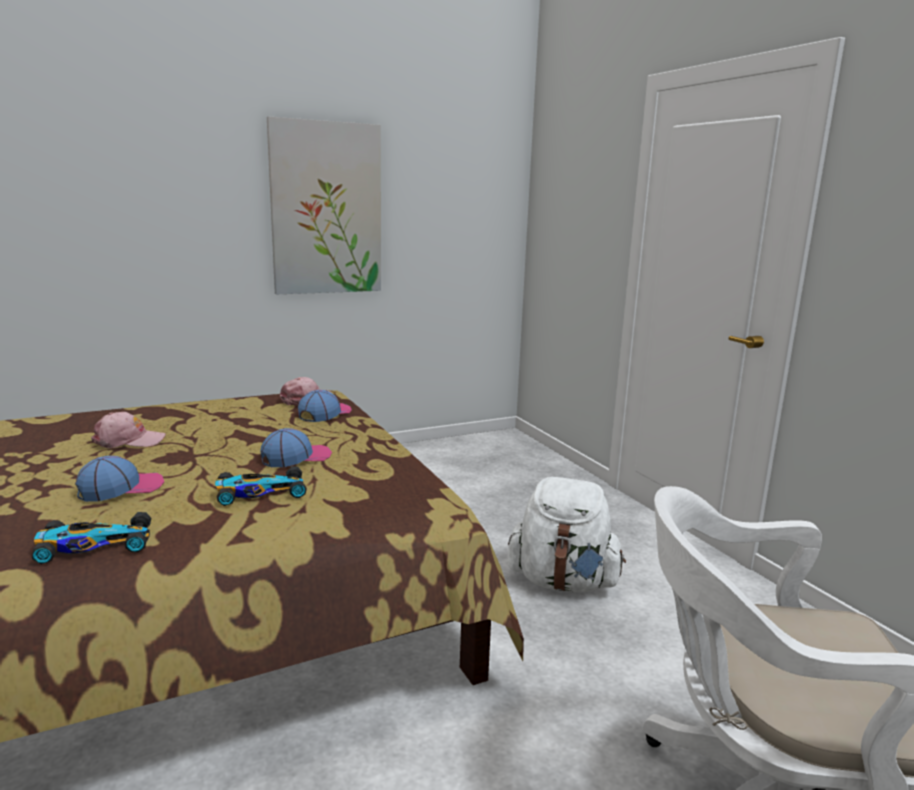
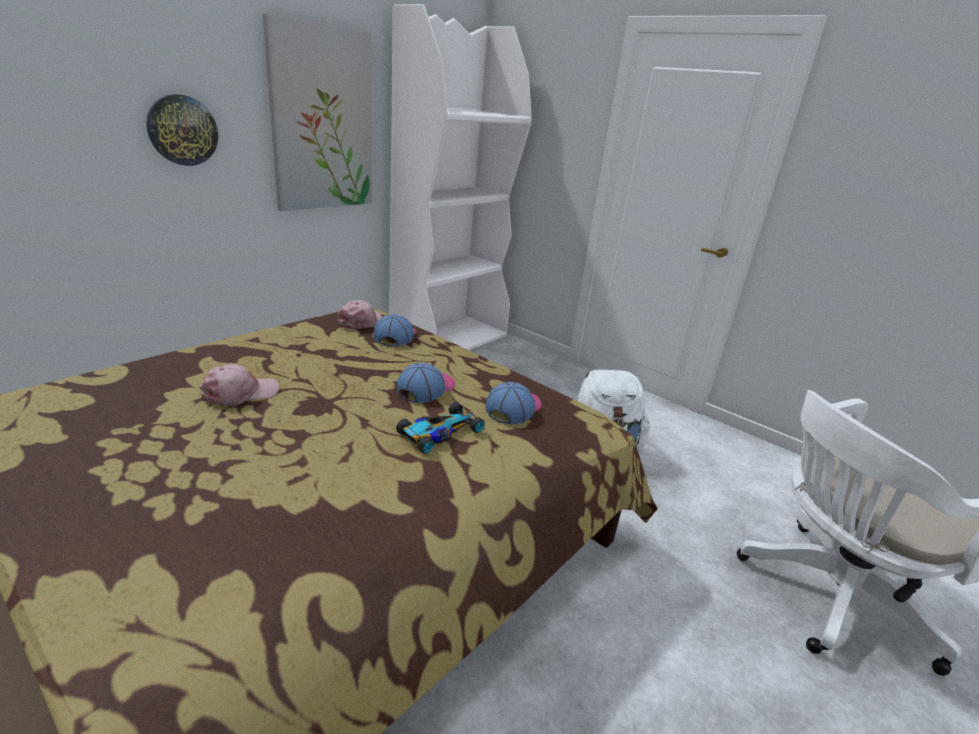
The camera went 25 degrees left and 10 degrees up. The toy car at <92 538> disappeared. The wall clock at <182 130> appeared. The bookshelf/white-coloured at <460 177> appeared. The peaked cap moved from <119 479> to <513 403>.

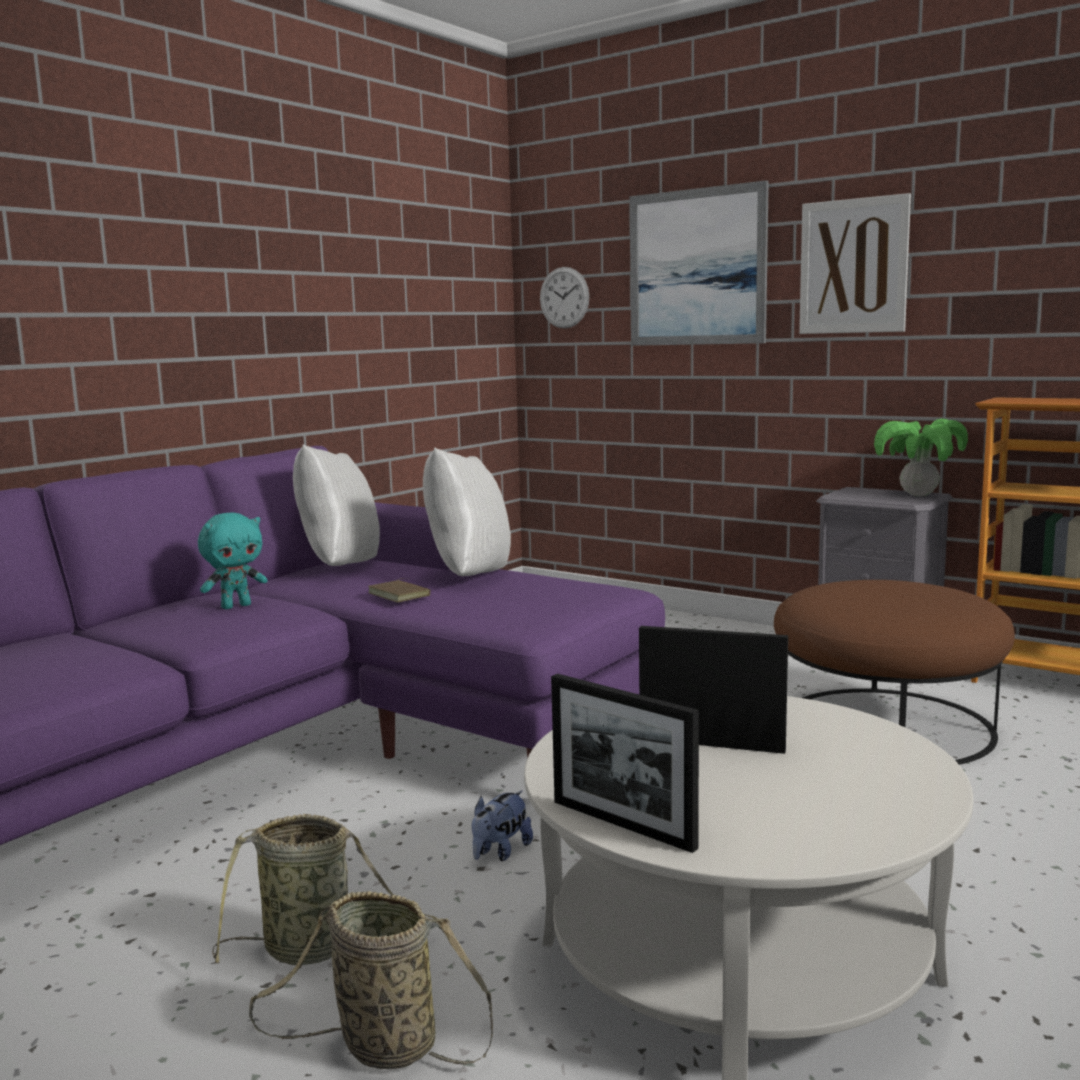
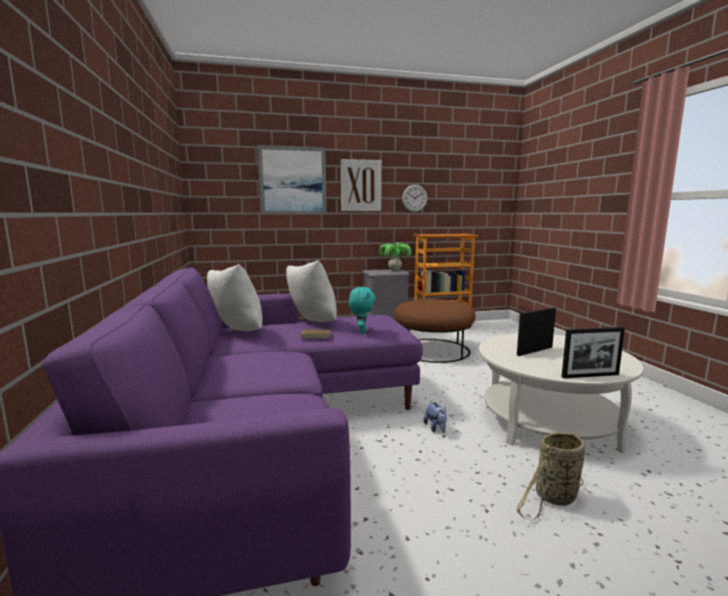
The camera went 50 degrees left and 0 degrees up. The storage basket at <324 889> disappeared. The soft toy/turquoise-coloured moved from <232 560> to <362 310>. The wall clock moved from <564 298> to <415 198>.

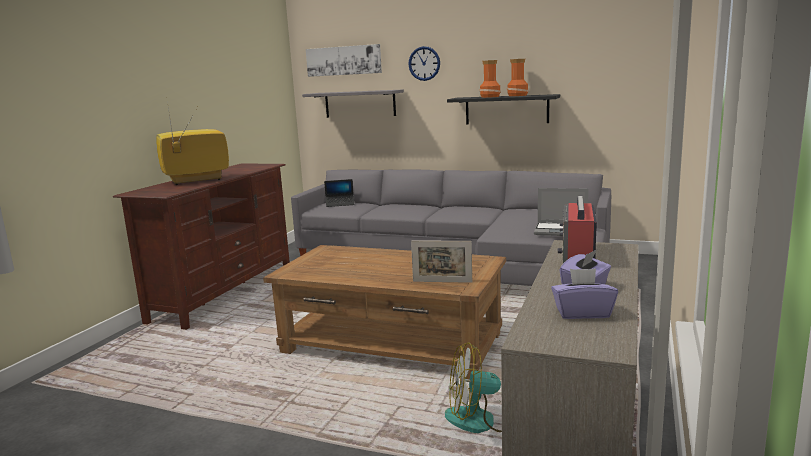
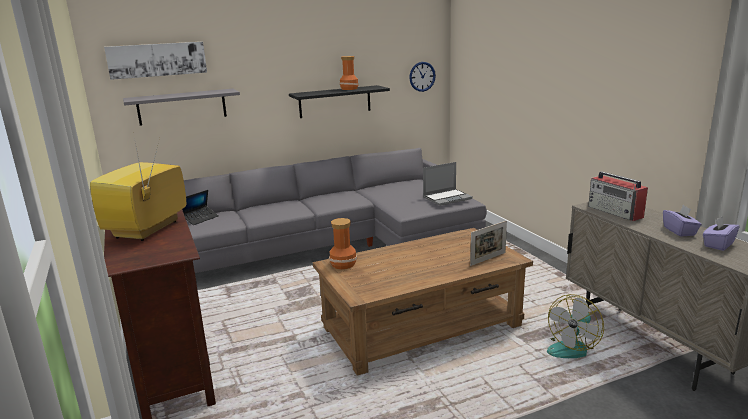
The camera went 45 degrees left and 5 degrees up. The wall clock moved from <424 63> to <422 77>. The flower vase moved from <490 79> to <343 243>.

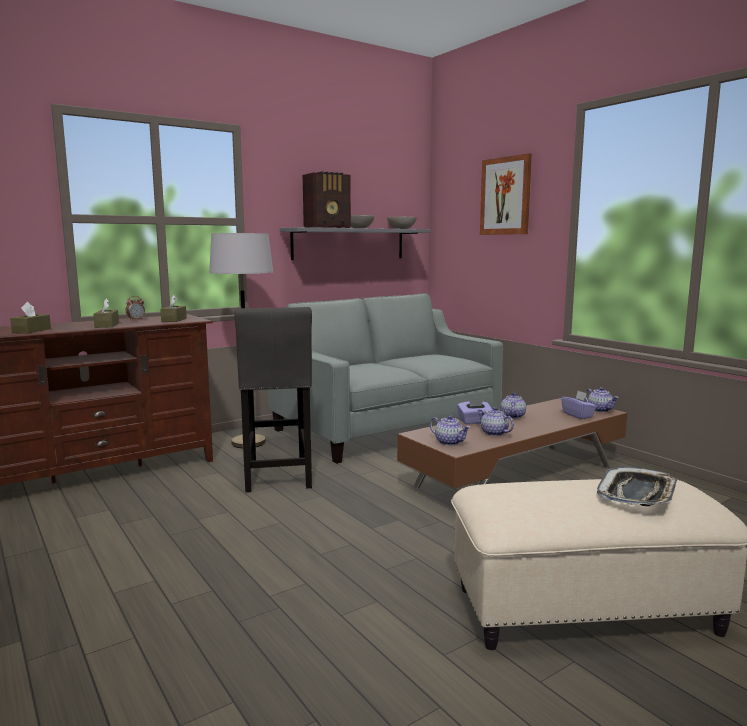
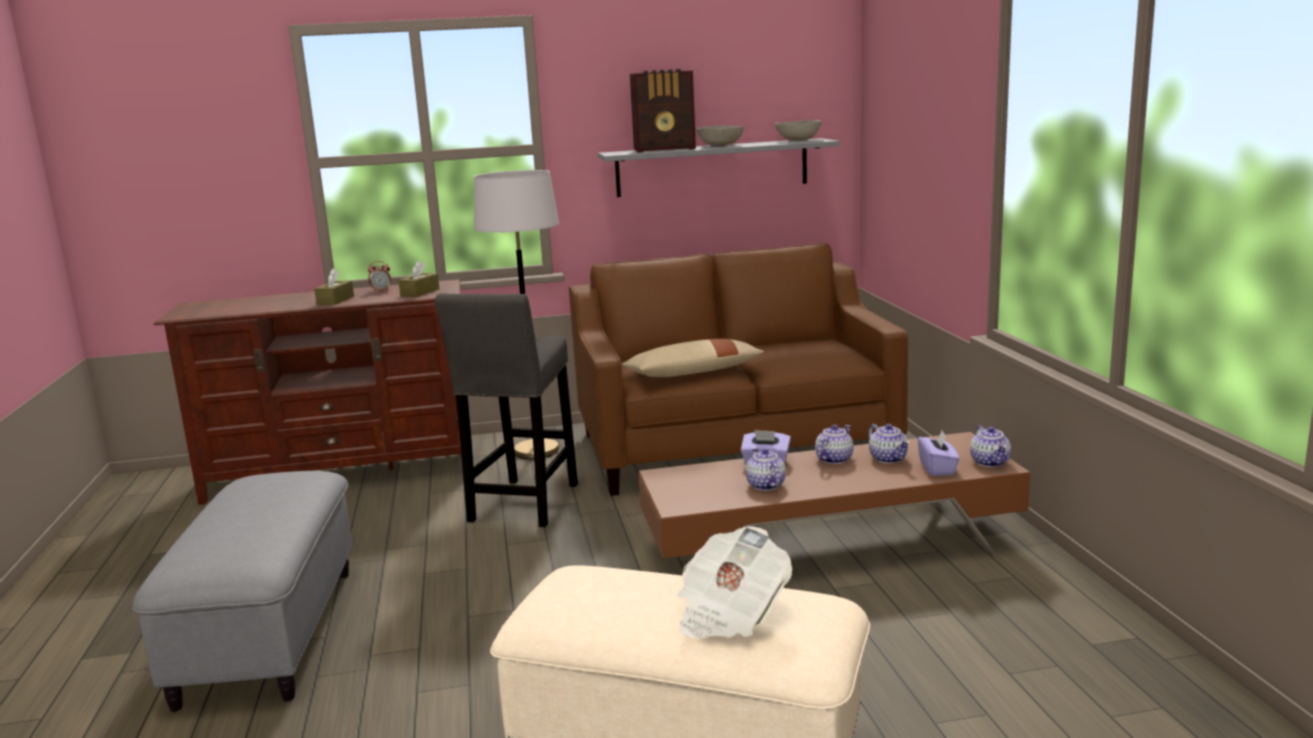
The camera went 25 degrees right and 5 degrees up. The tissue holder/brown-coloured at <30 317> disappeared. The picture at <506 194> disappeared. The ottoman/gray at <242 591> appeared. The pillow/sand-coloured at <693 358> appeared. The tea pot moved from <450 430> to <889 444>. The serving tray at <637 486> was replaced by the newspaper at <735 582>. The settee/gray at <385 378> became the settee/brown-coloured at <738 369>.

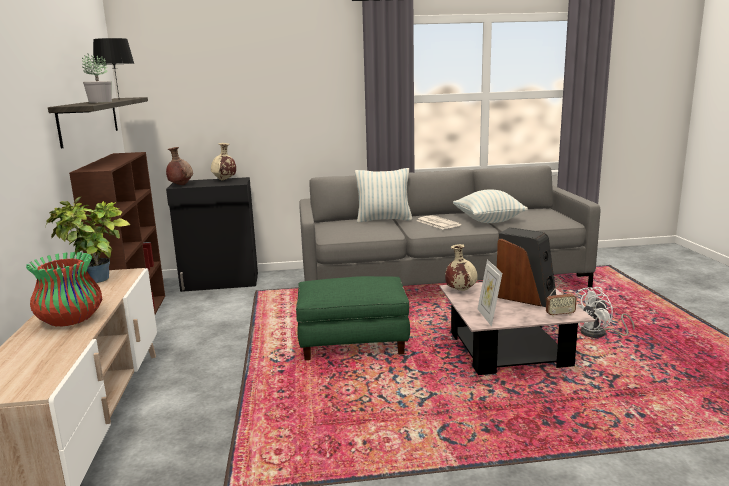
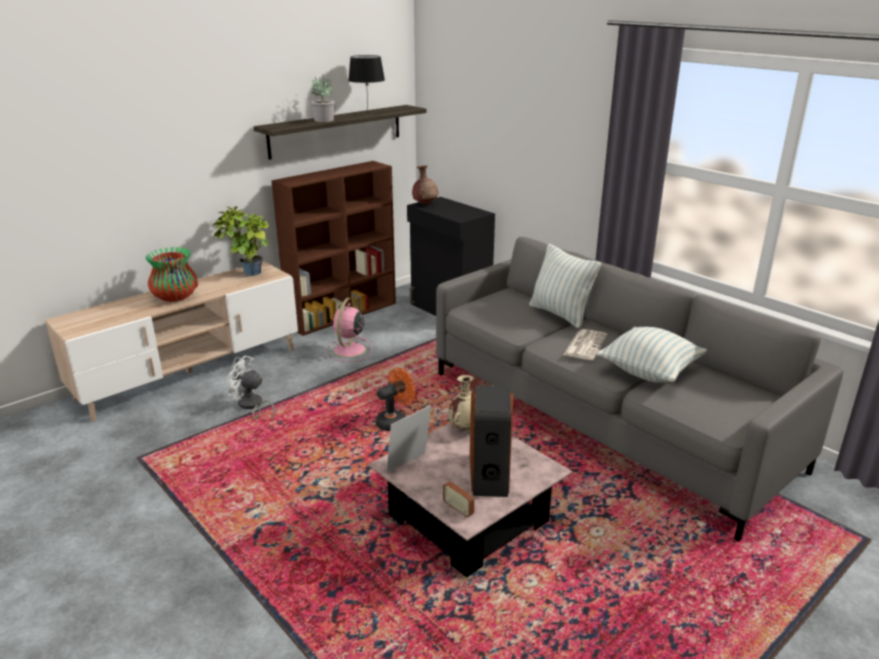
The camera went 55 degrees right and 10 degrees up. The flower vase/sand-coloured at <223 161> disappeared. The cooling fan/pinkish at <348 330> appeared. The cooling fan/white-coloured moved from <605 312> to <251 388>. The ottoman/greenish at <353 318> was replaced by the cooling fan/orange-coloured at <396 399>.

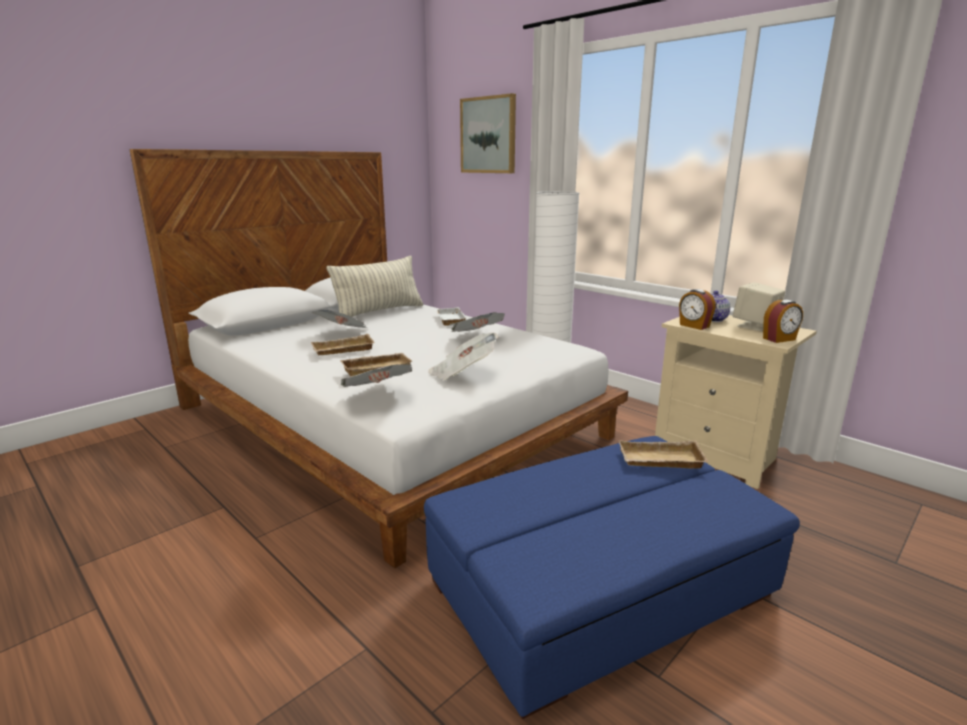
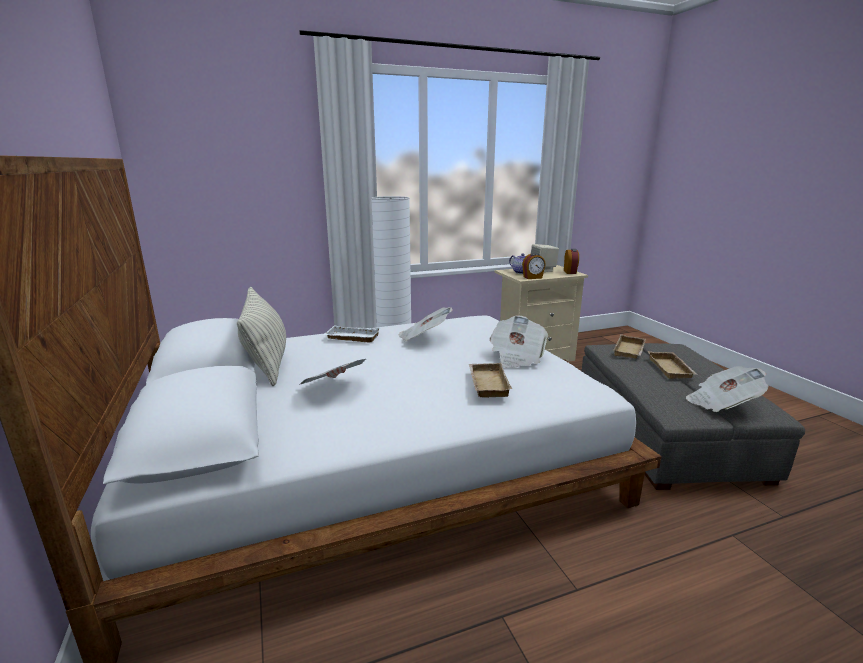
The camera went 65 degrees left and 0 degrees up. The picture at <488 133> disappeared. The serving tray/sand-coloured moved from <343 344> to <673 365>. The newspaper moved from <377 375> to <727 389>. The ottoman/blue at <612 577> became the ottoman/gray at <693 416>.

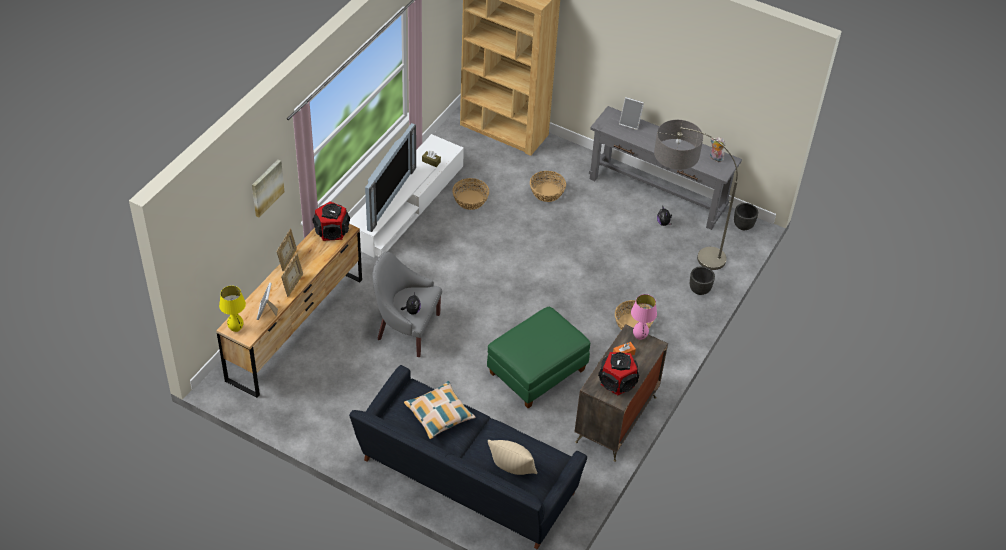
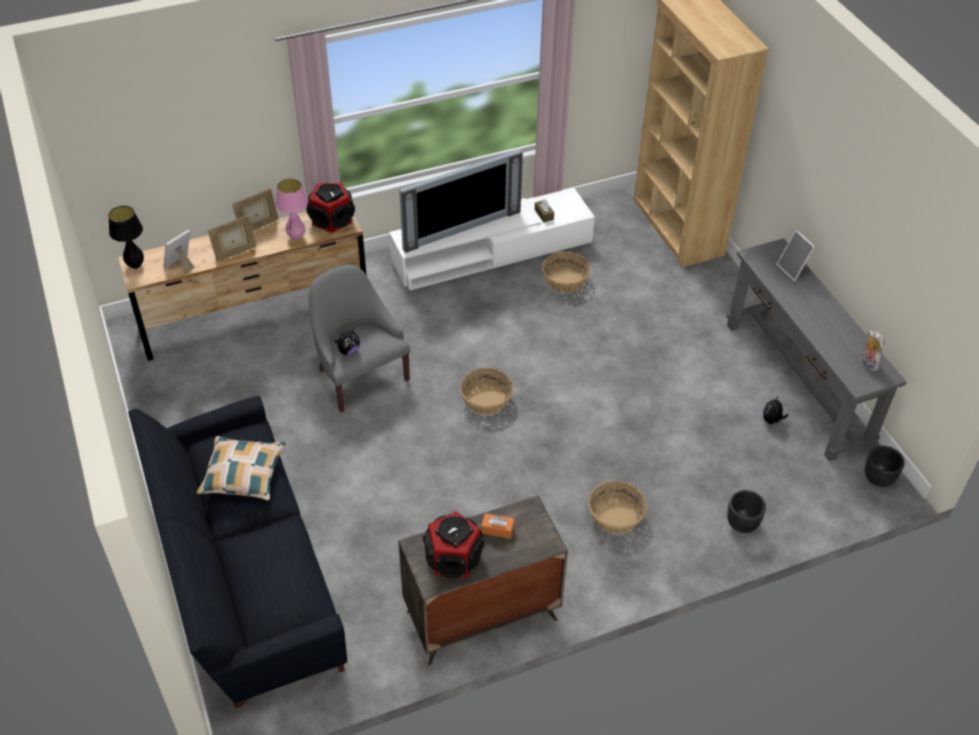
The camera went 40 degrees right and 0 degrees up. The picture at <268 188> disappeared. The ottoman/greenish at <538 357> disappeared. The pillow/sand-coloured at <512 457> disappeared. The floor lamp at <696 195> disappeared. The storage basket moved from <548 186> to <486 391>. The table lamp/pinkish moved from <644 317> to <292 209>. The table lamp/yellow-coloured at <232 309> became the table lamp/blackish at <126 237>.

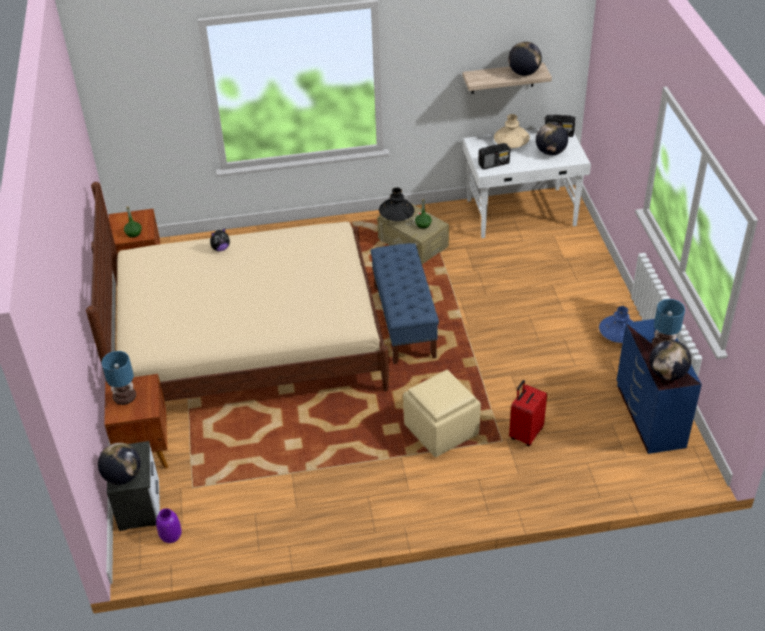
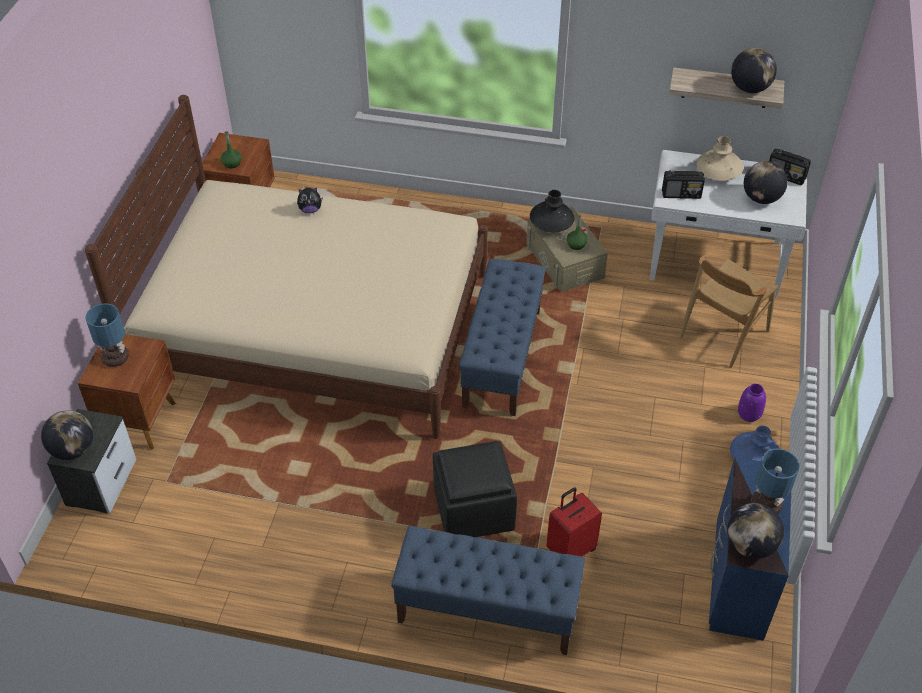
The camera went 20 degrees right and 5 degrees up. The long seat/blue at <488 590> appeared. The chair/brown-coloured at <728 311> appeared. The flower vase/purple-coloured moved from <169 525> to <752 403>. The ottoman/sand-coloured at <442 413> became the ottoman/blackish at <475 489>.

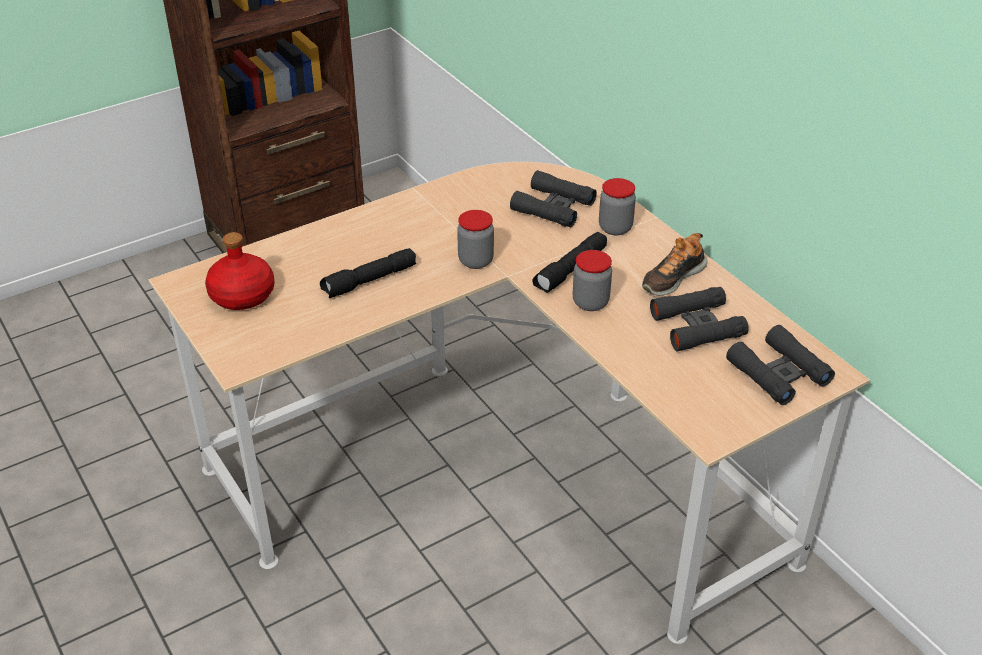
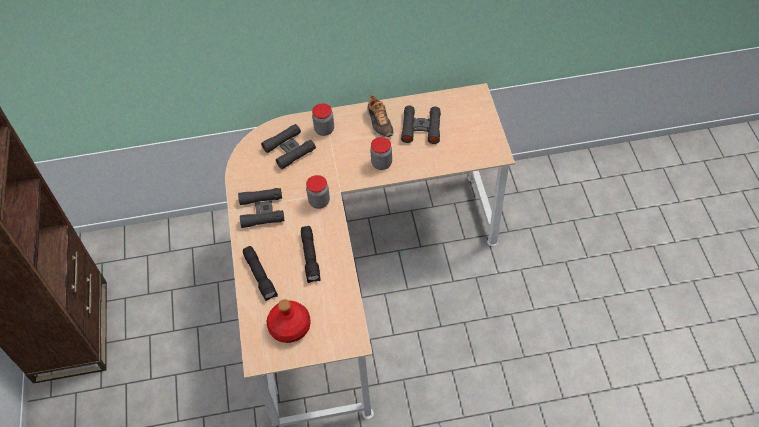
The camera went 65 degrees left and 15 degrees up. The flashlight/blackish moved from <570 262> to <260 273>. The field glasses/blackish moved from <780 365> to <261 208>.

